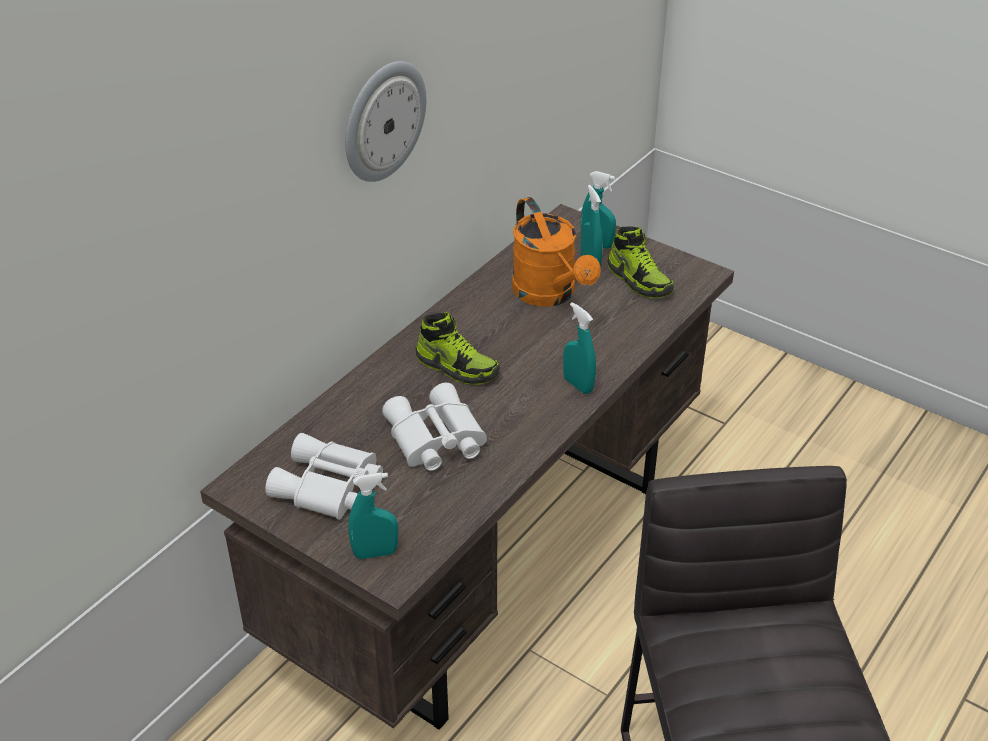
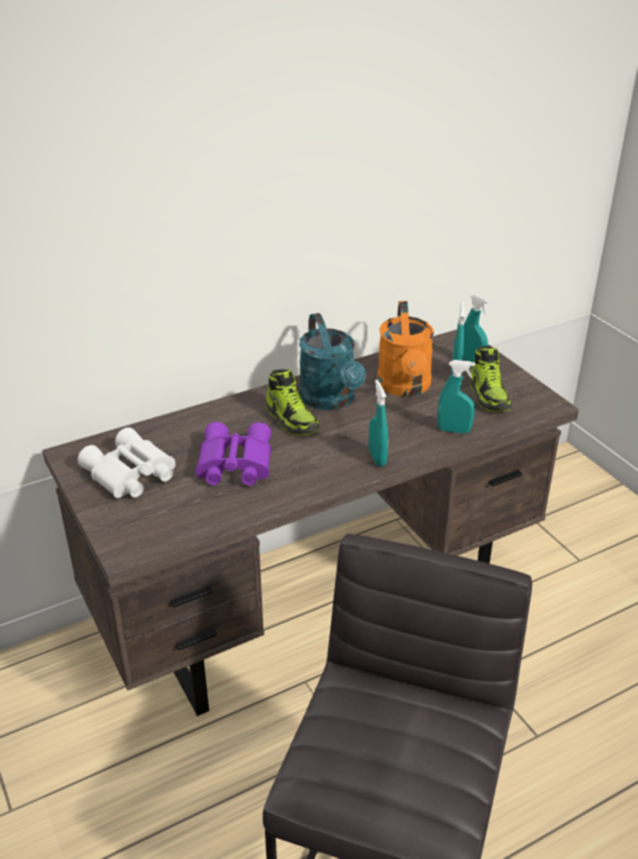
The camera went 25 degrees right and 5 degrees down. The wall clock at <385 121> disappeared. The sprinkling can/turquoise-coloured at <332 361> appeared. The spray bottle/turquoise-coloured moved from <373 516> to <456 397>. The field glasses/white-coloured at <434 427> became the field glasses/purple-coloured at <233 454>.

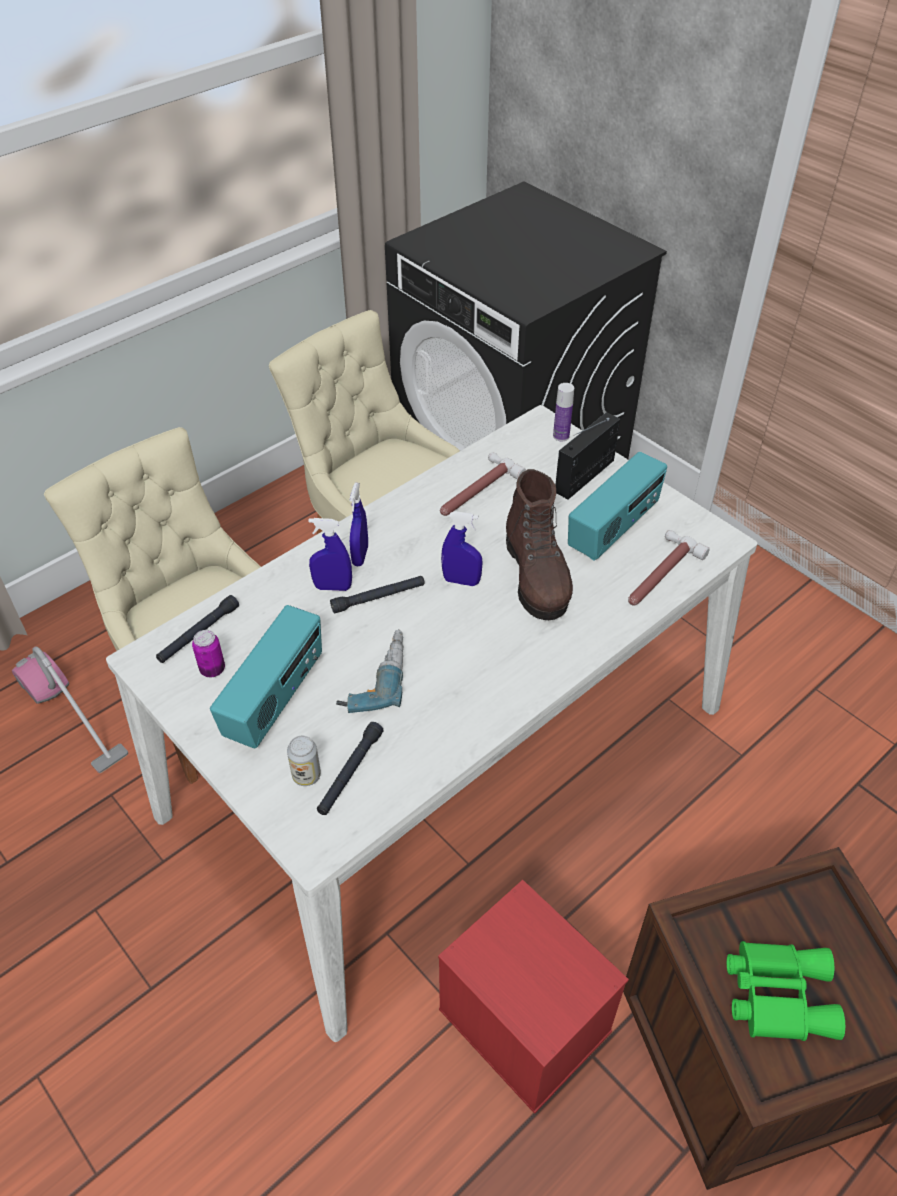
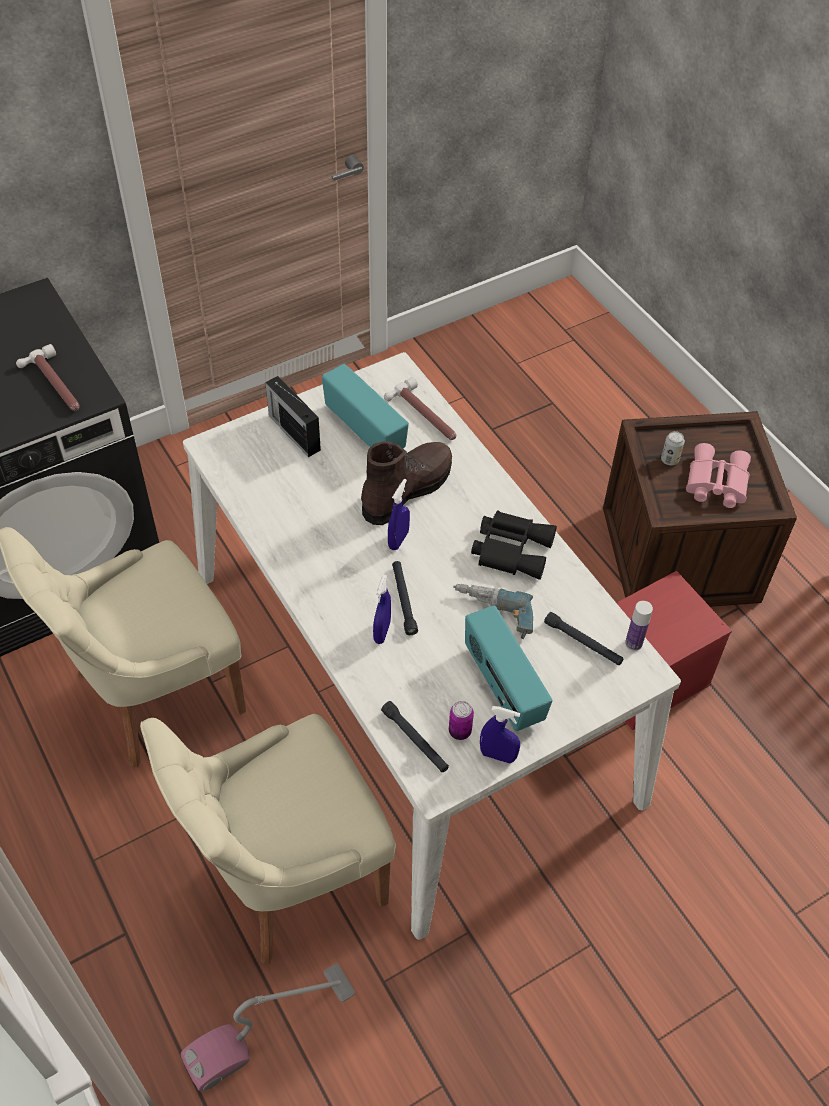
The camera went 80 degrees left and 5 degrees up. The field glasses/blackish at <514 545> appeared. The can moved from <304 761> to <673 448>. The spray bottle/blue moved from <358 524> to <500 734>. The hand hammer moved from <483 484> to <47 377>. The bottle moved from <563 412> to <639 626>. The field glasses/greenish at <786 991> became the field glasses/pinkish at <718 475>. The radio receiver at <266 676> turned 150 degrees counterclockwise. The high-top boot/brown-coloured at <539 544> turned 45 degrees counterclockwise.

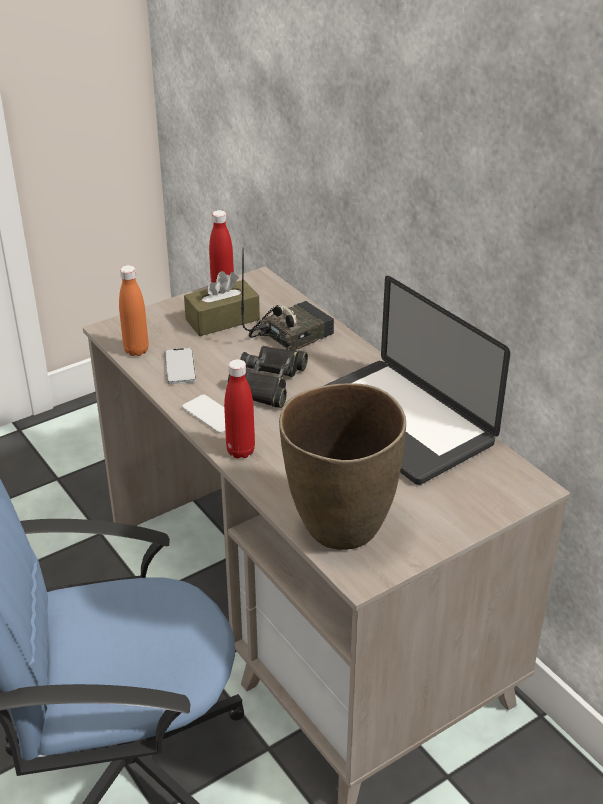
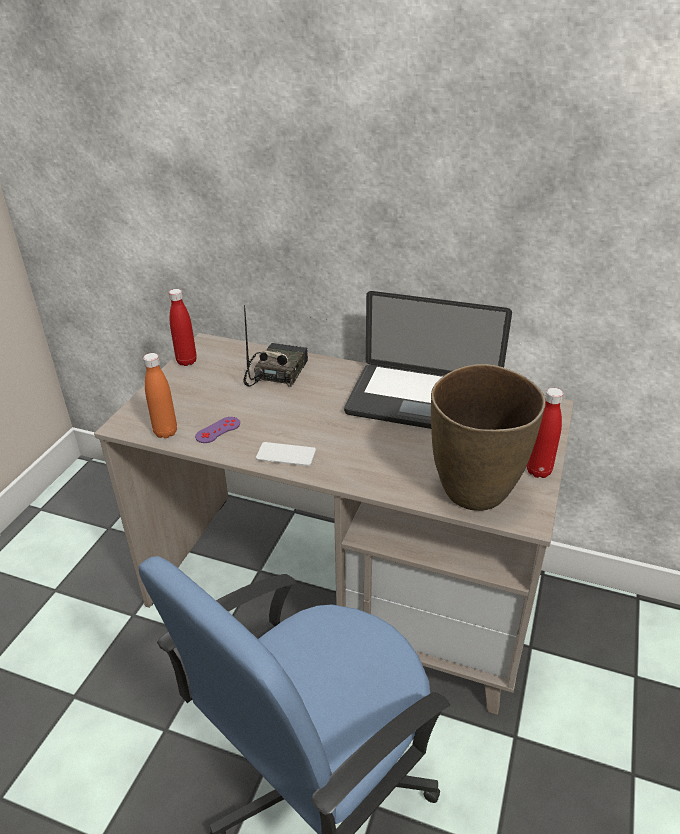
The camera went 35 degrees left and 0 degrees up. The tissue holder/brown-coloured at <222 303> disappeared. The field glasses/blackish at <268 377> disappeared. The bottle/reddish moved from <239 409> to <545 433>. The handset at <180 366> was replaced by the game controller/purple-coloured at <217 430>.

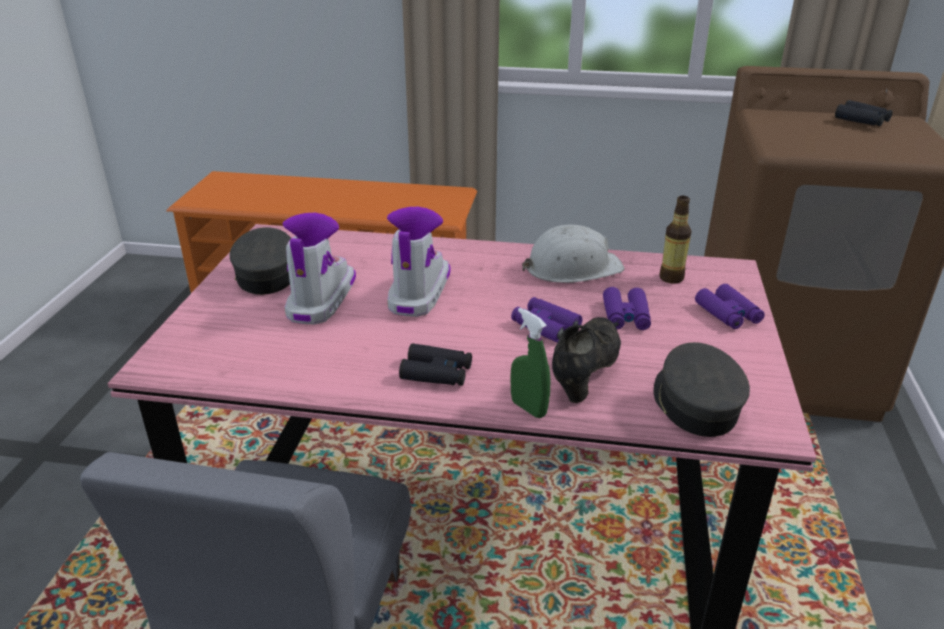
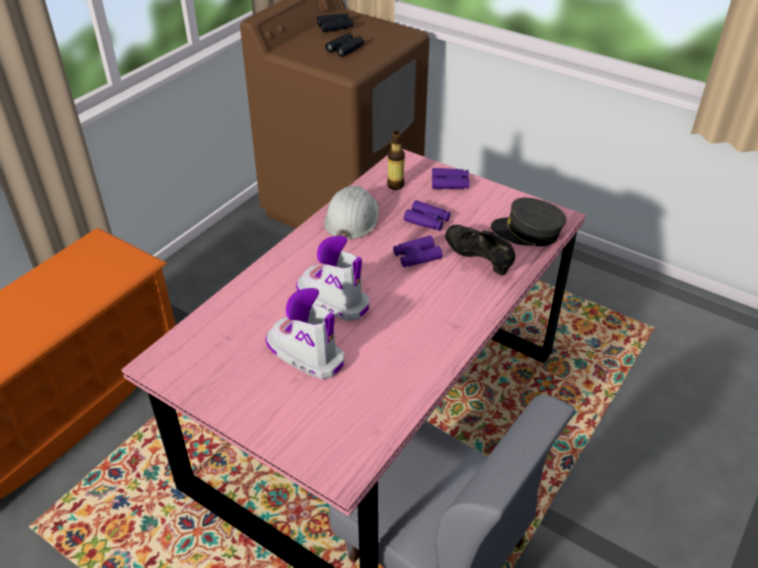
The camera went 65 degrees left and 10 degrees up. The peaked cap/gray at <260 261> disappeared. The spray bottle/greenish at <530 363> disappeared. The field glasses/blackish moved from <435 364> to <344 45>.

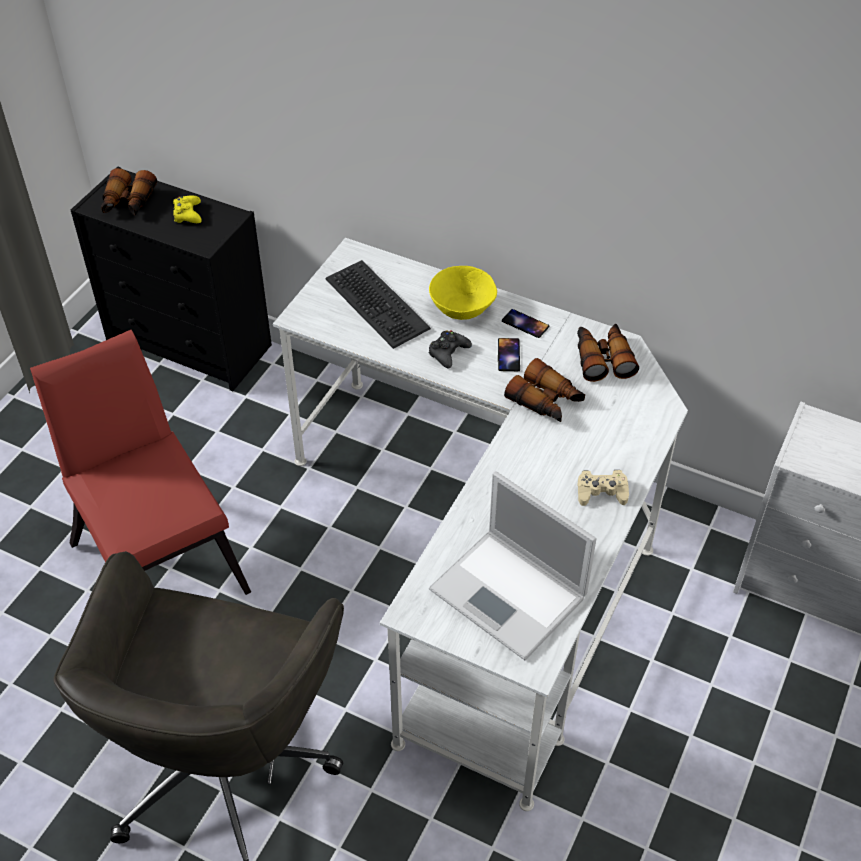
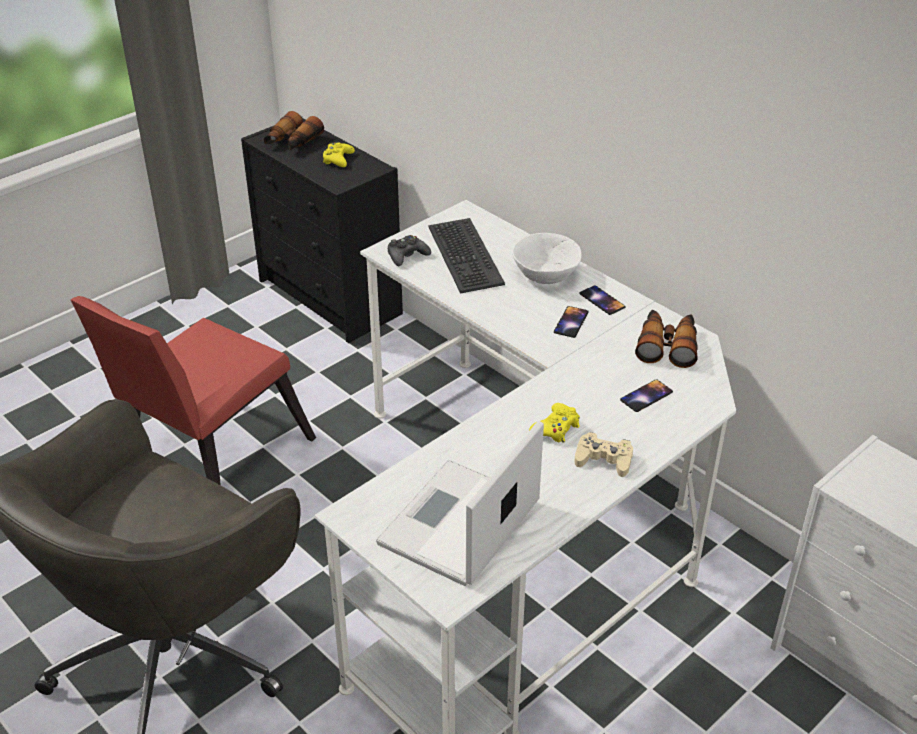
The camera went 20 degrees right and 10 degrees down. The field glasses at <544 390> disappeared. The game controller/yellow-coloured at <554 423> appeared. The handset at <646 395> appeared. The game controller/blackish moved from <450 349> to <409 250>. The deep dish/yellow-coloured at <463 293> became the deep dish/white-coloured at <547 258>. The chair/reddish at <140 462> turned 135 degrees counterclockwise. The laptop at <513 565> turned 60 degrees clockwise.

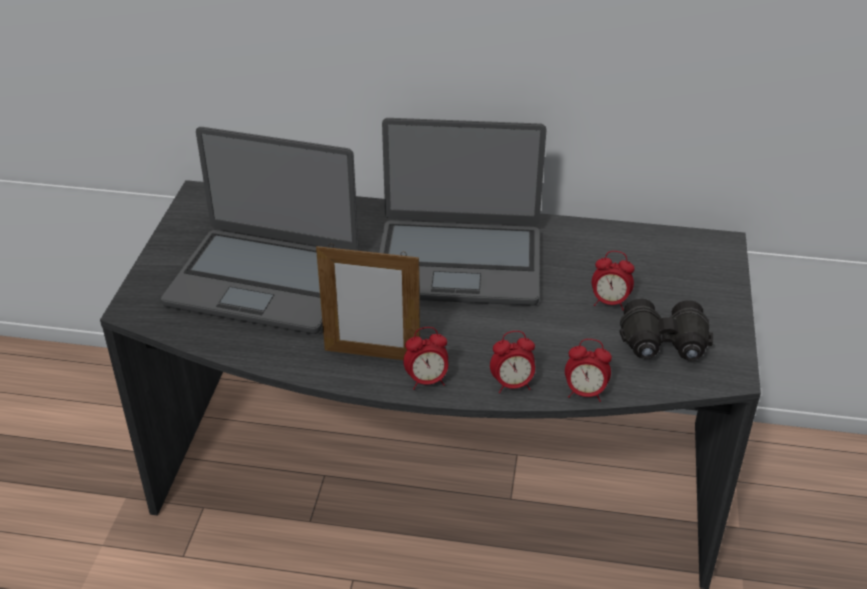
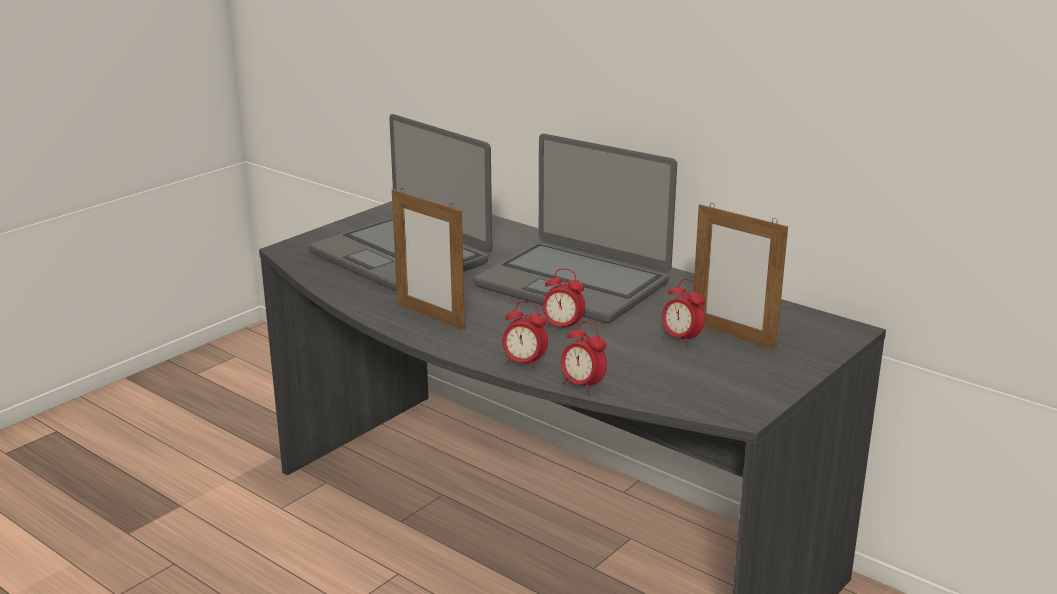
The camera went 30 degrees right and 15 degrees down. The field glasses/blackish at <666 329> disappeared. The standing frame at <740 276> appeared. The bedside clock moved from <425 358> to <564 300>.

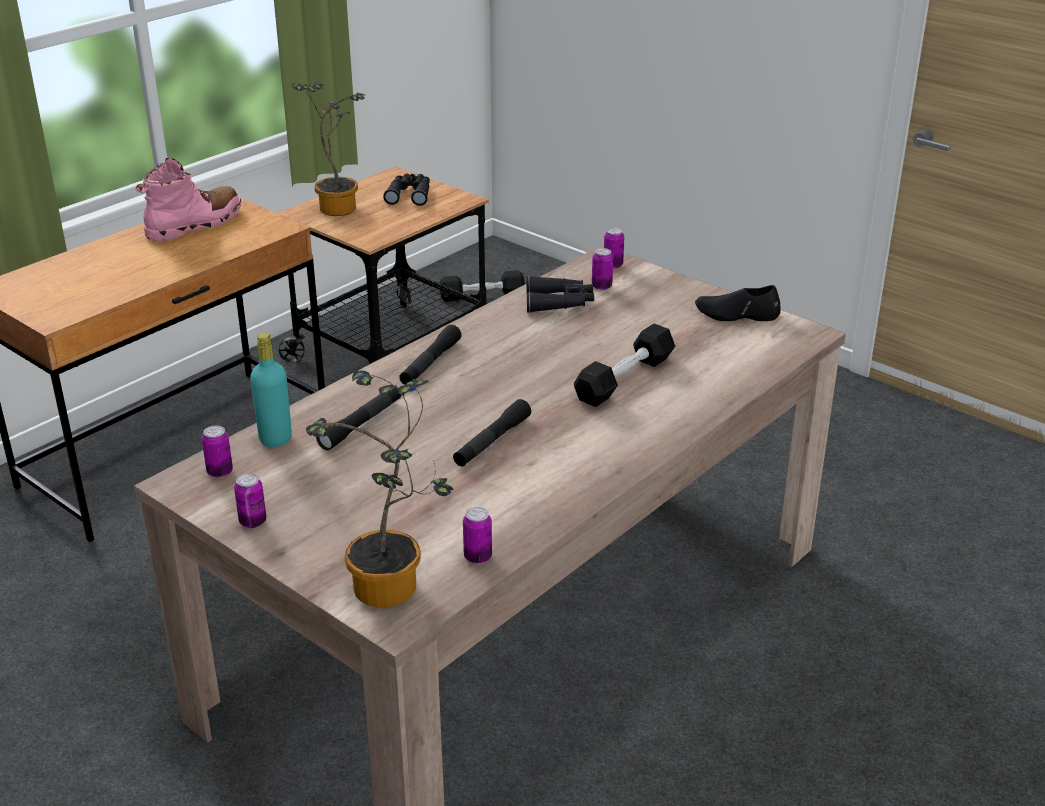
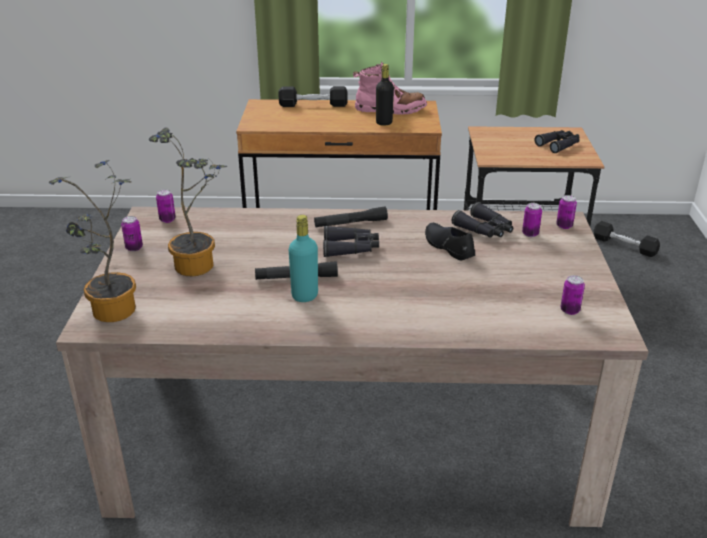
The camera went 50 degrees right and 0 degrees up. The flashlight/blackish at <358 419> disappeared. The field glasses/blackish at <351 241> appeared. The bottle/blackish at <385 95> appeared. The bottle/turquoise-coloured moved from <271 389> to <303 258>. The potted plant moved from <328 149> to <188 202>. The can moved from <477 535> to <572 295>. The dumbbell/blackish moved from <624 365> to <313 96>. The item of footwear/blackish moved from <737 303> to <450 242>.

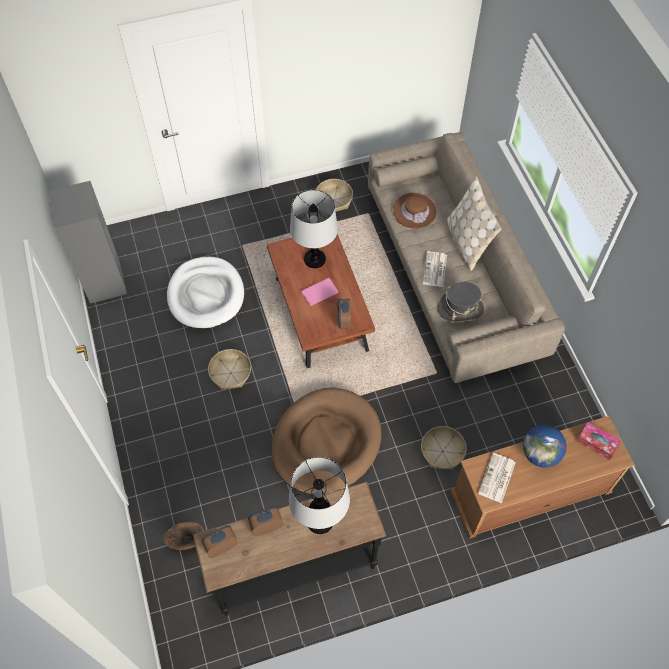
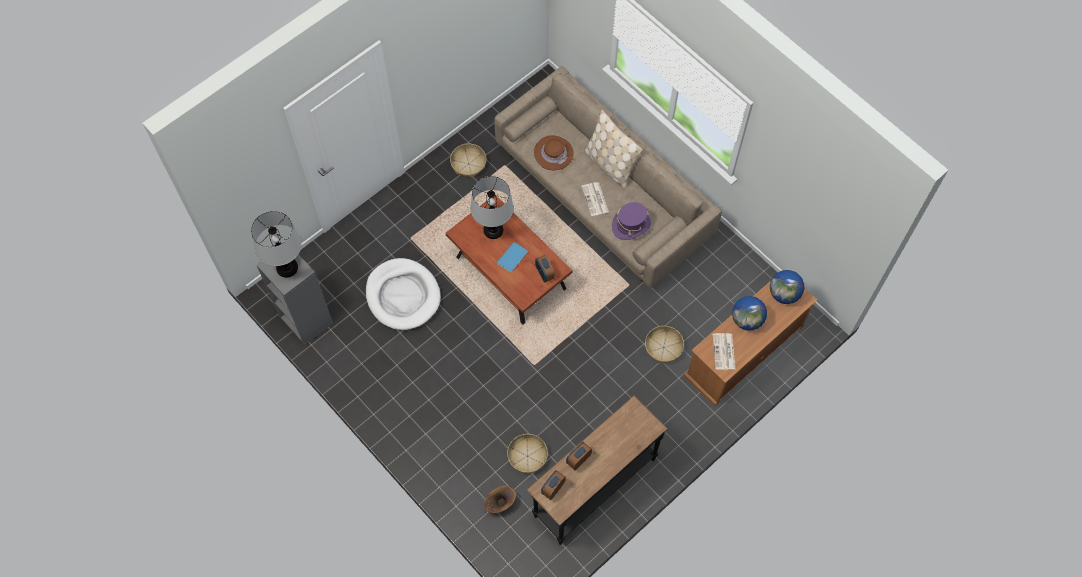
The camera went 25 degrees left and 5 degrees up. The dog cushion/brown-coloured at <326 441> disappeared. The storage basket moved from <229 369> to <527 454>. The table lamp moved from <319 495> to <276 244>. The tissue holder at <599 441> was replaced by the world globe at <787 287>. The volume/pinkish at <319 292> became the volume/blue at <512 257>. The hat/gray at <461 302> became the hat/purple-coloured at <631 221>.

